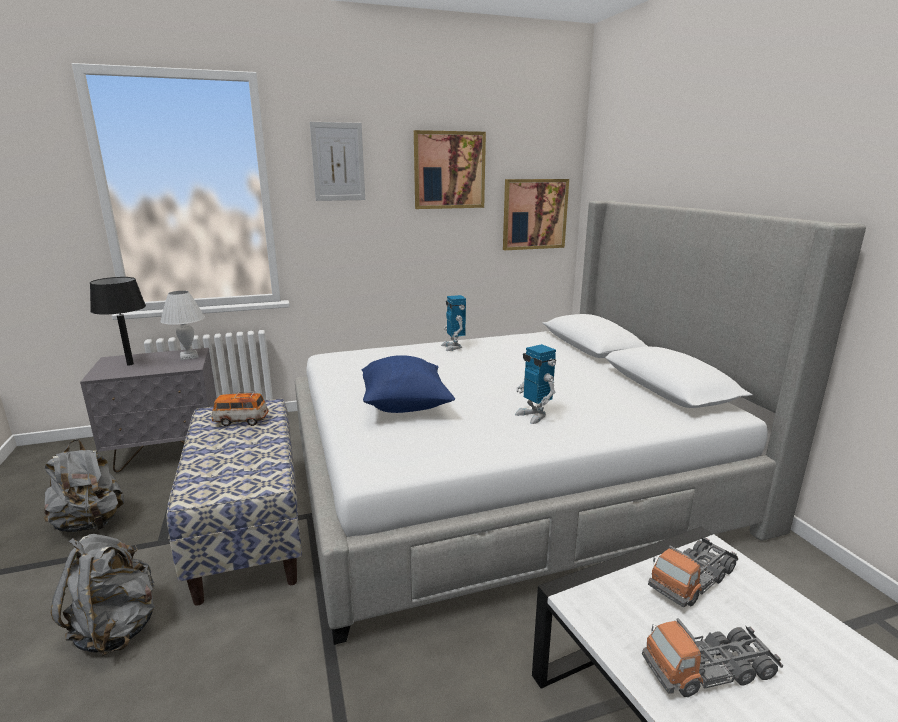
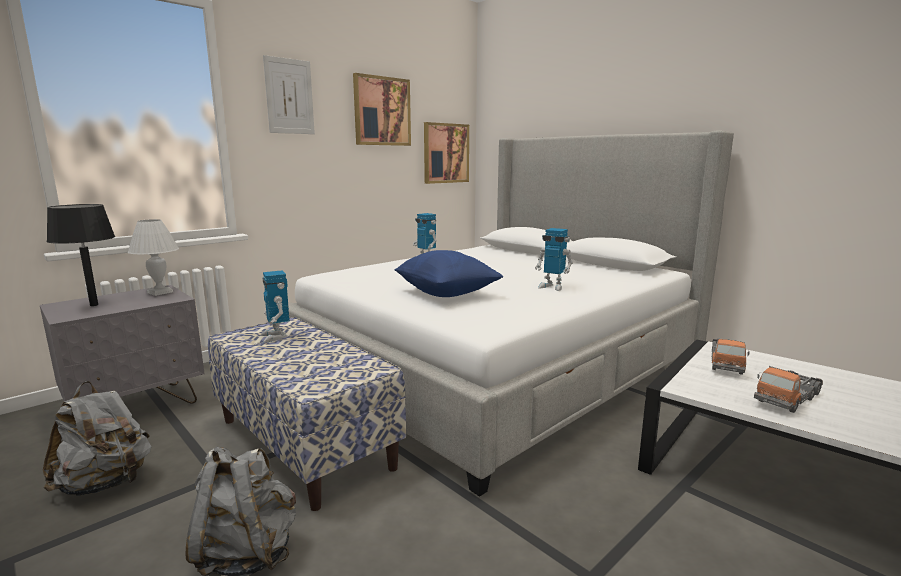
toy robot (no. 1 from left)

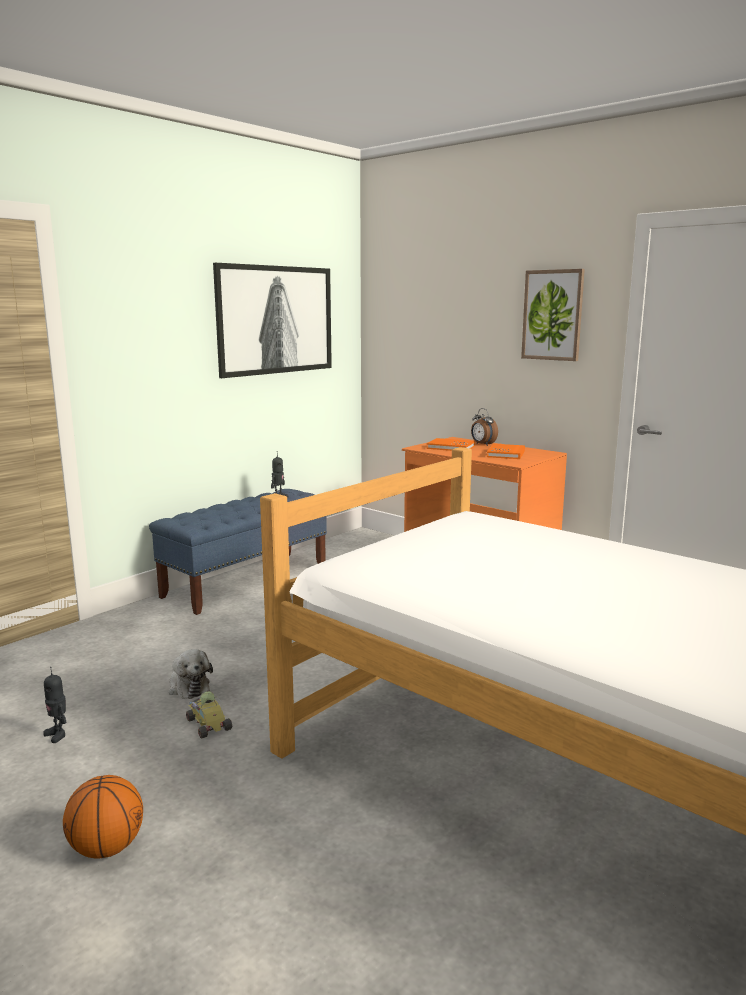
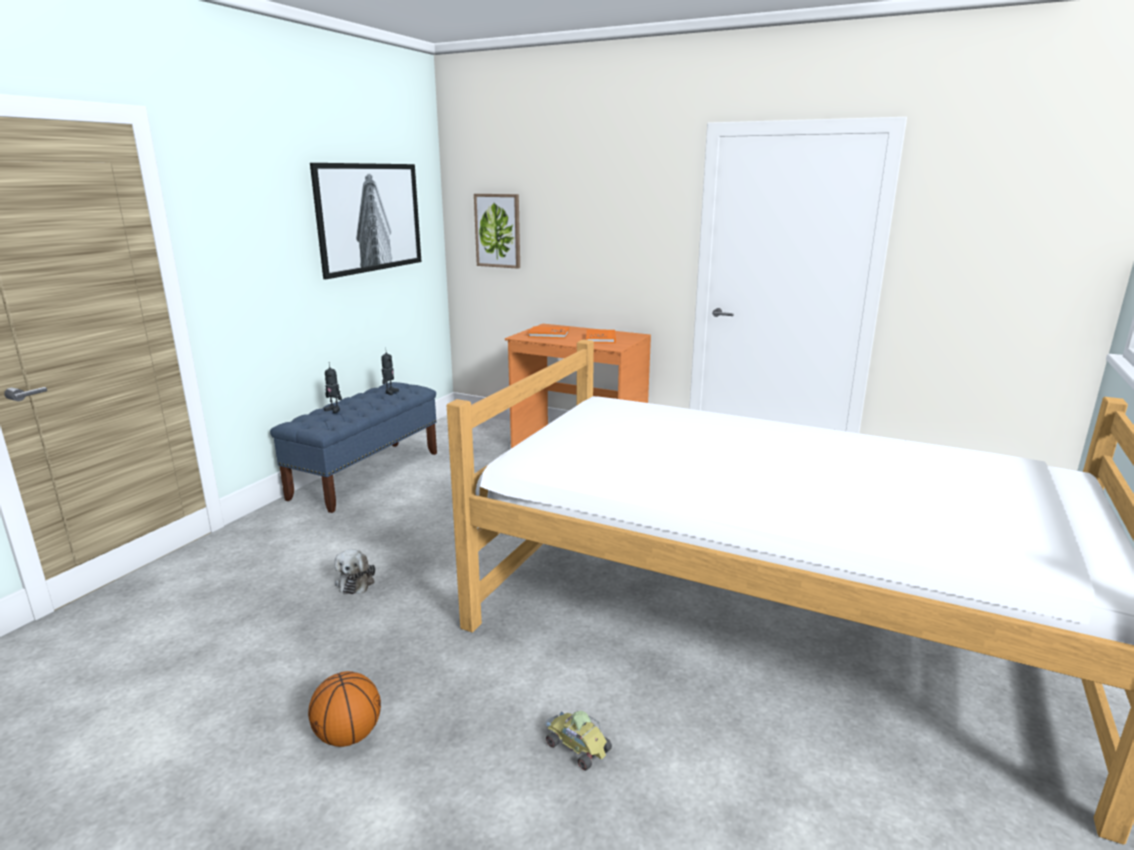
toy robot (no. 1 from left)
plush toy
picture (no. 2 from left)
toy car
alarm clock

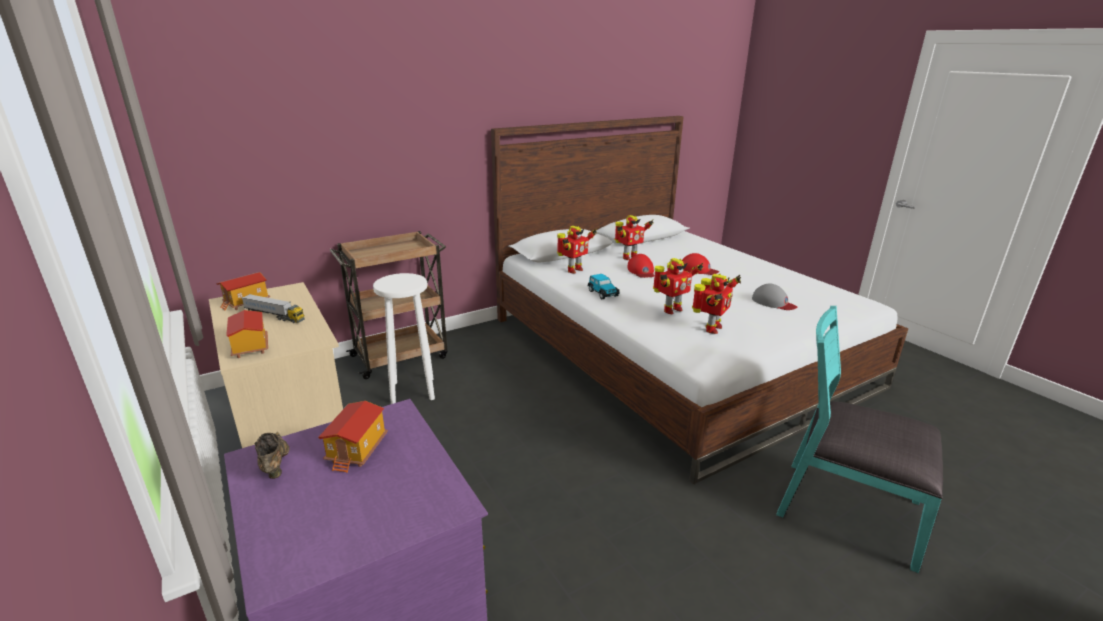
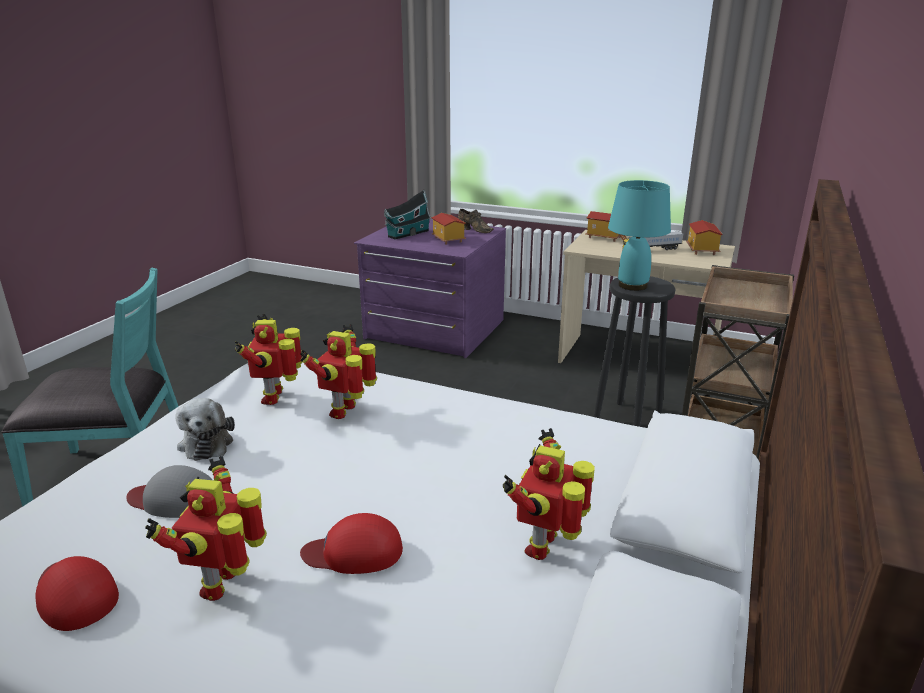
cap (red) (no. 1 from left)
toy robot (no. 1 from left)
plush toy
toy house (no. 1 from left)
stool (black)
table lamp (turquoise)
toy car

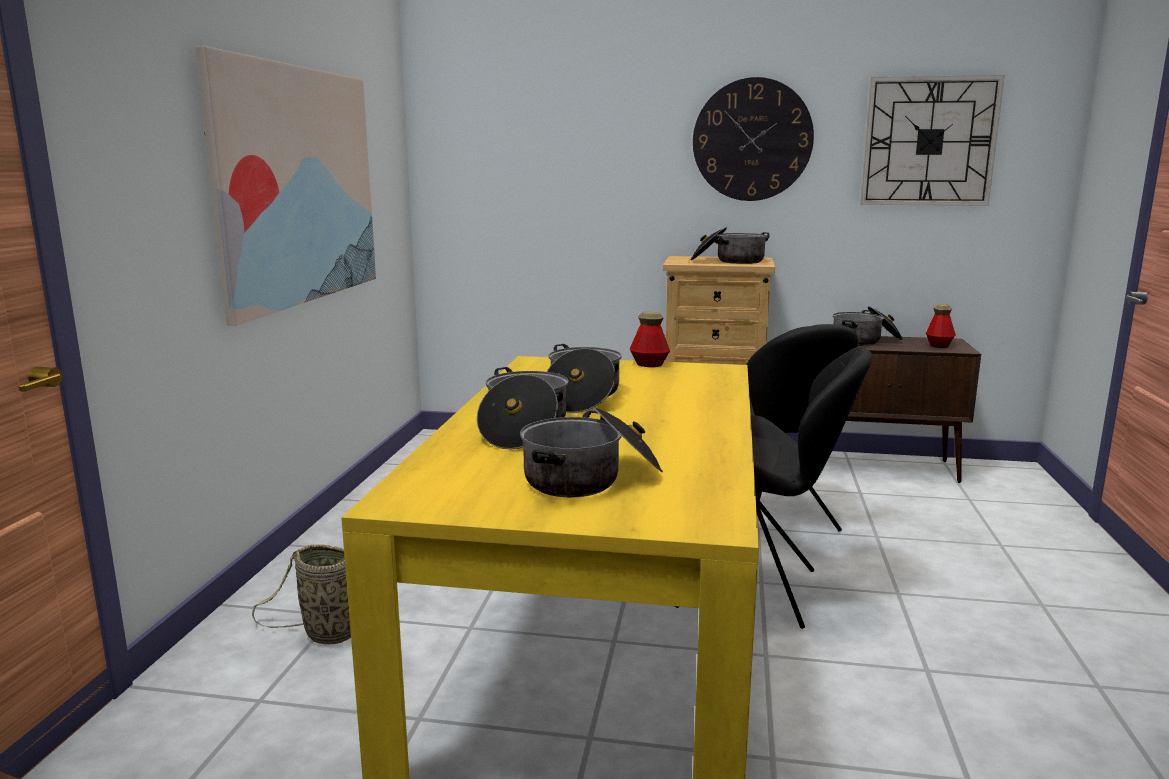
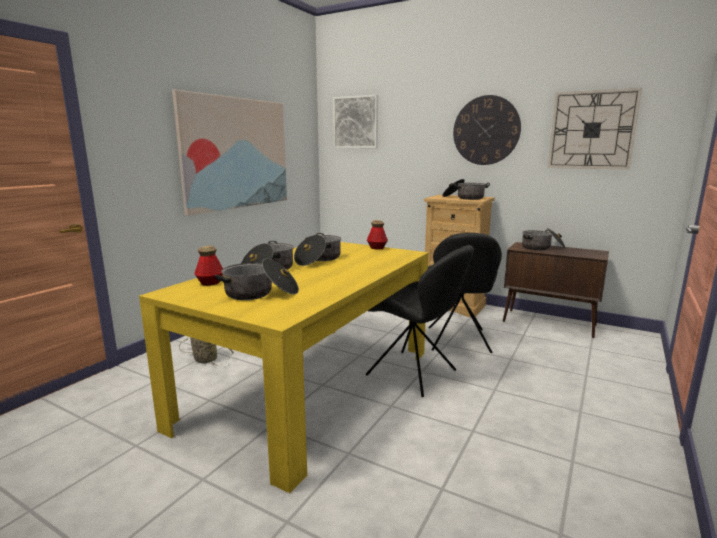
bottle (no. 1 from left)
picture (no. 2 from left)

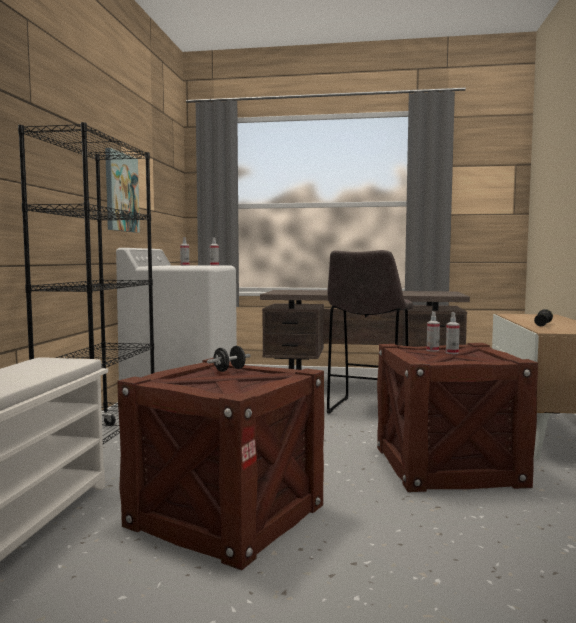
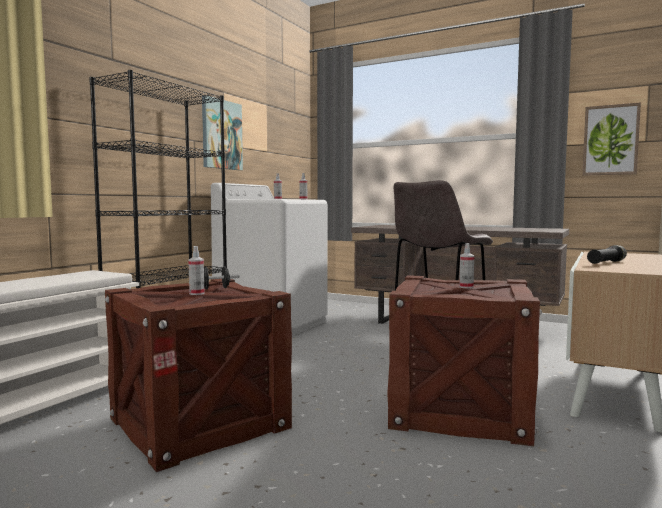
spray bottle (no. 1 from left)
picture (no. 2 from left)

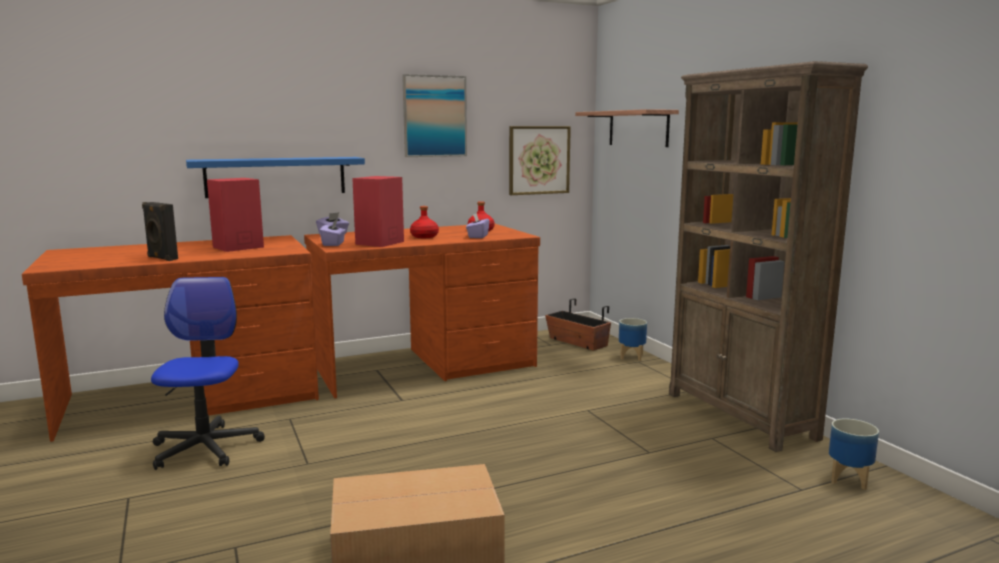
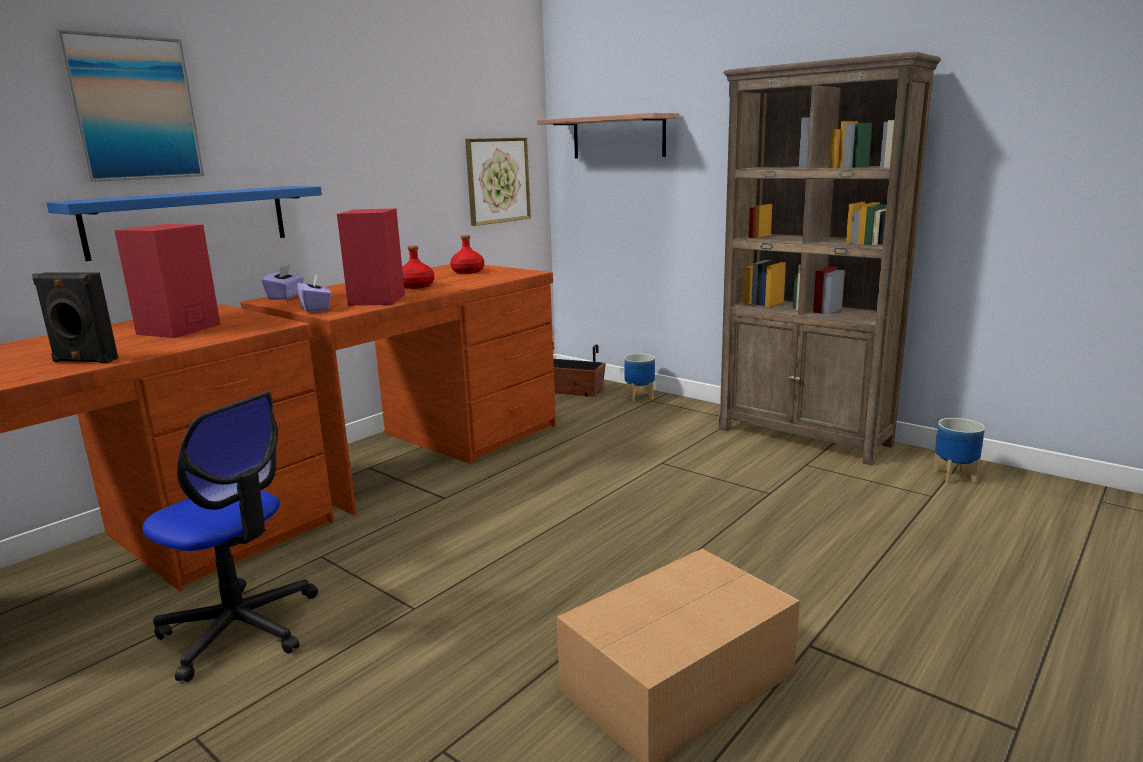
picture (no. 1 from left)
office chair
tissue box (purple) (no. 3 from left in the first image)

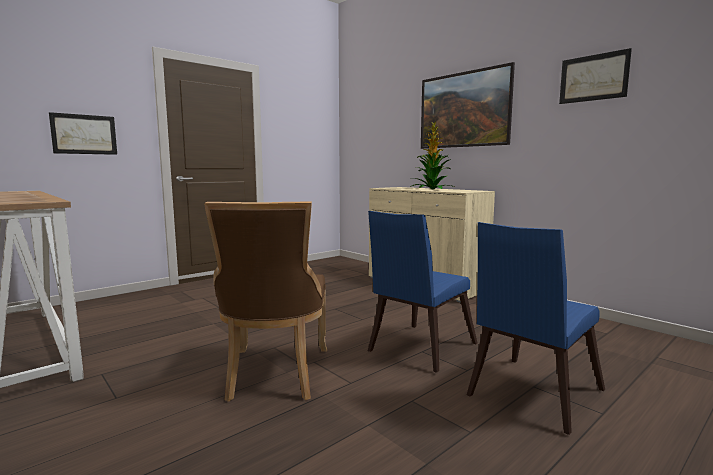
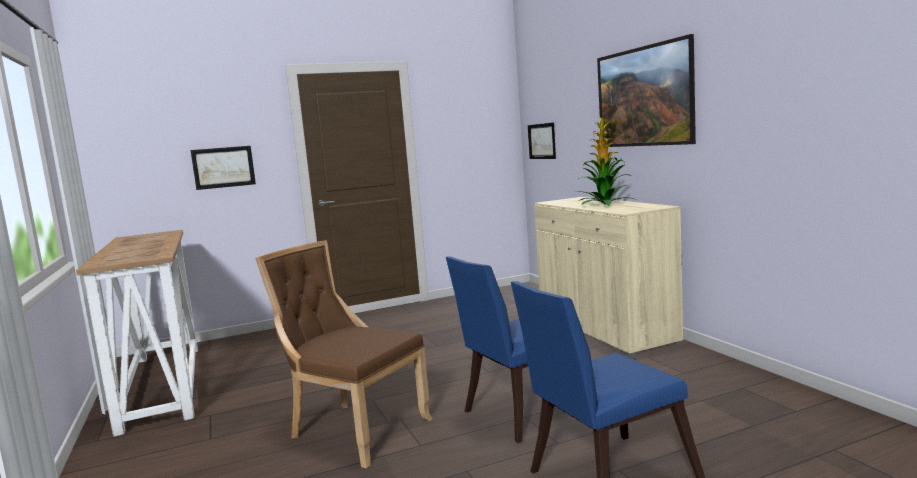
chair (brown)
picture (no. 2 from left)

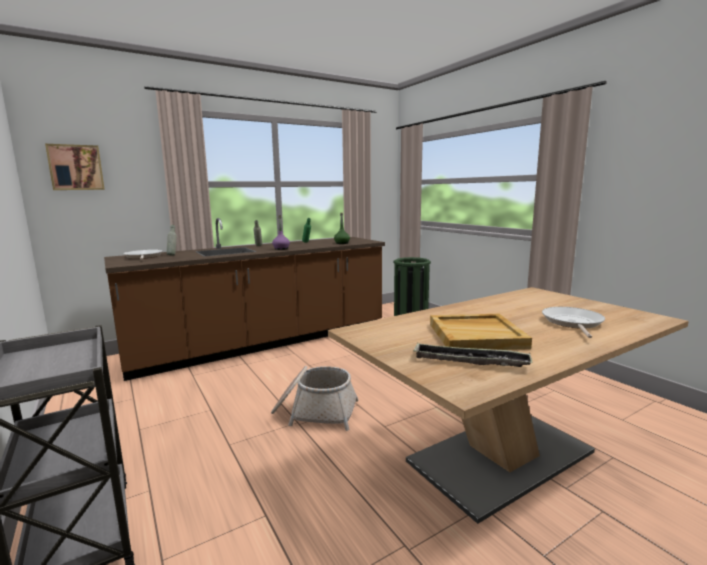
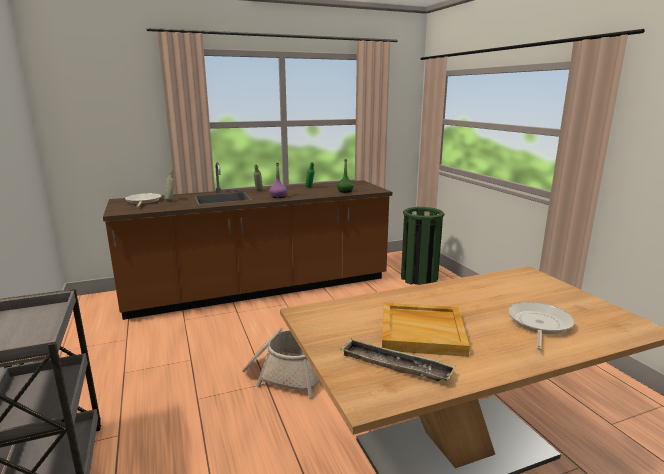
picture

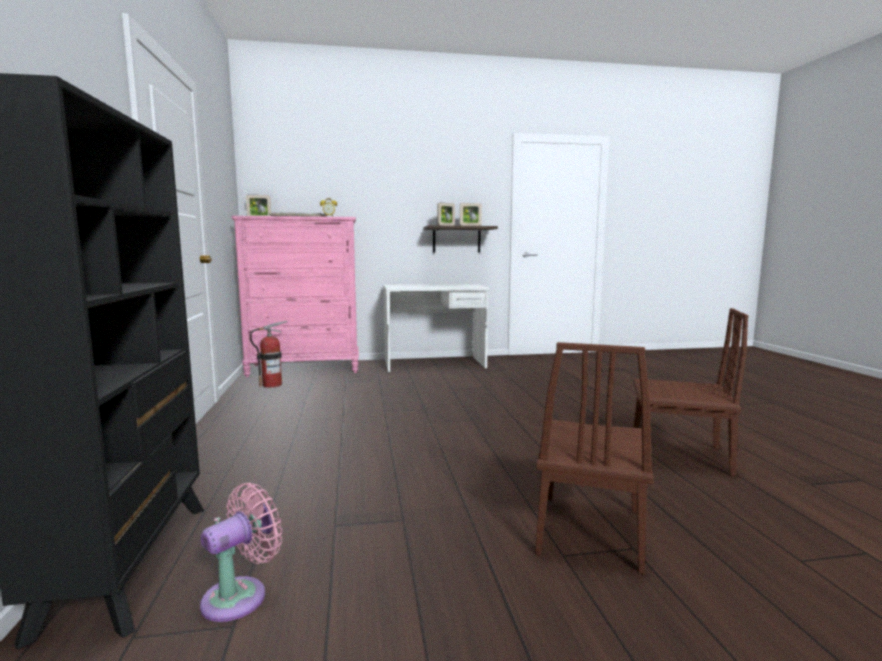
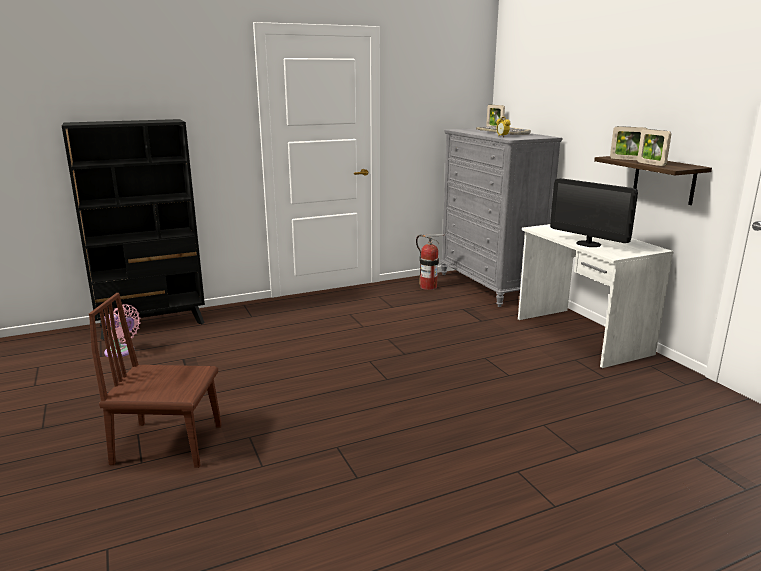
dresser (grey)
monitor
chair (brown) (no. 2 from left in the first image)

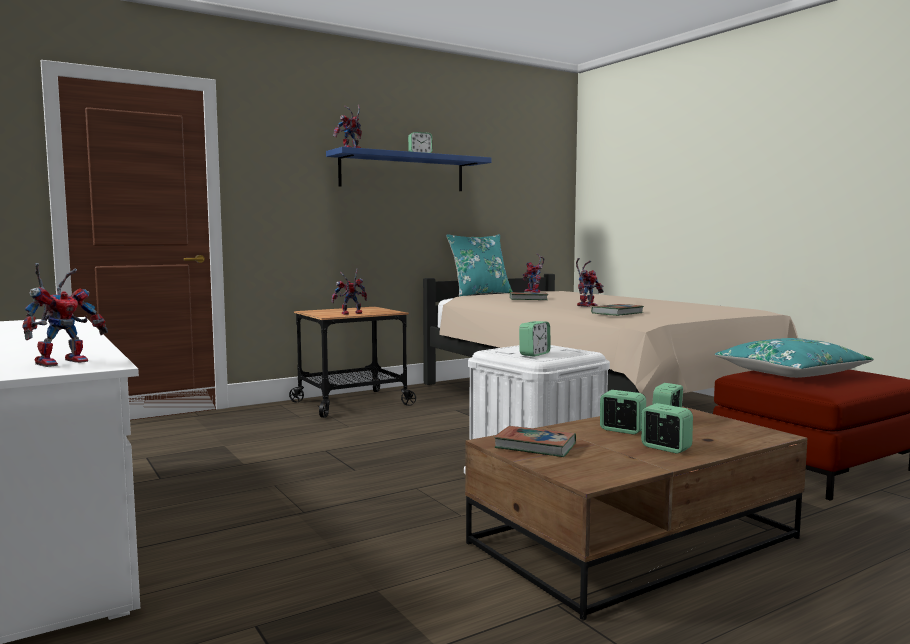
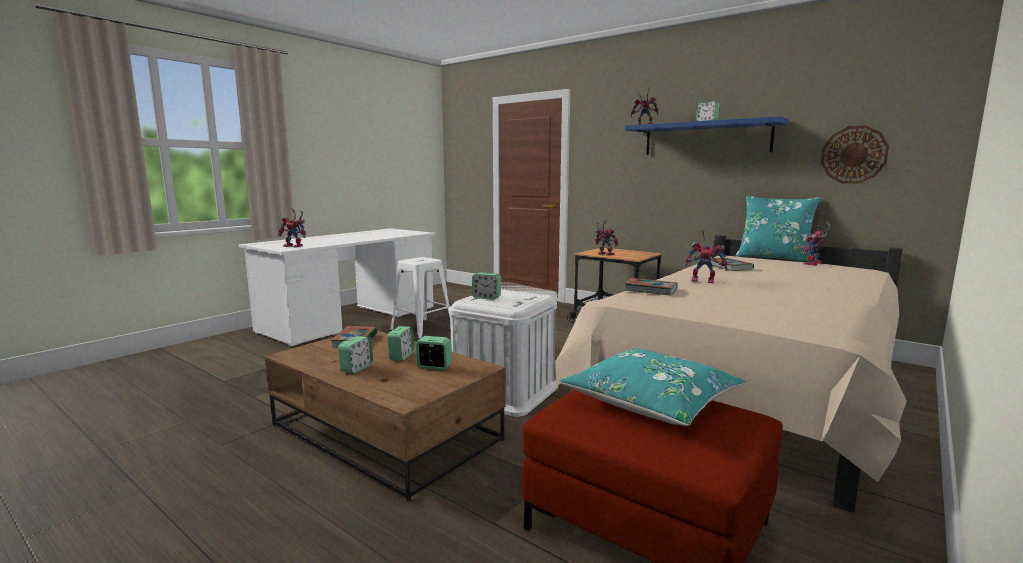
stool (white)
wall clock

